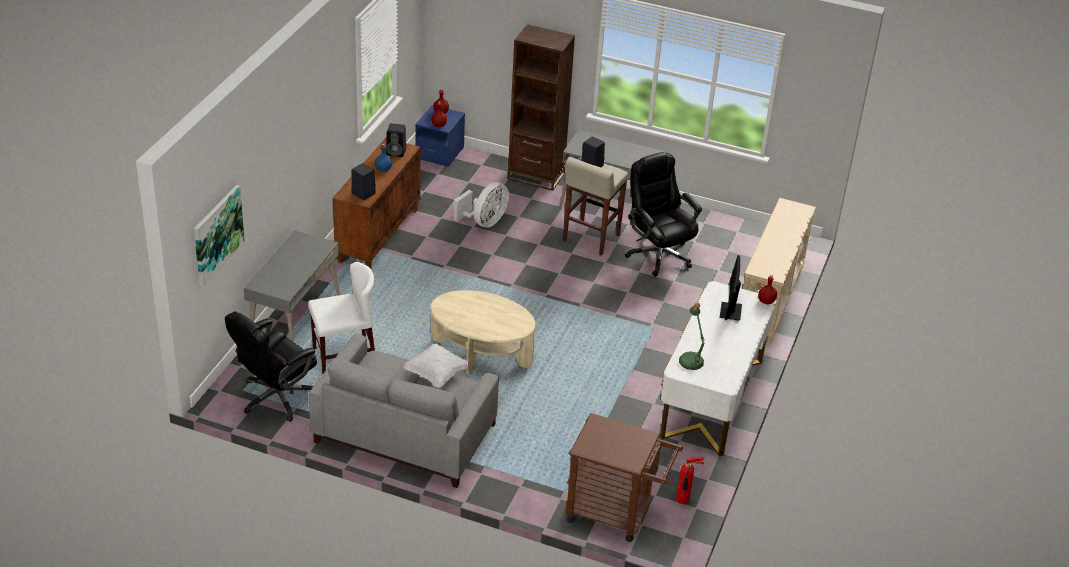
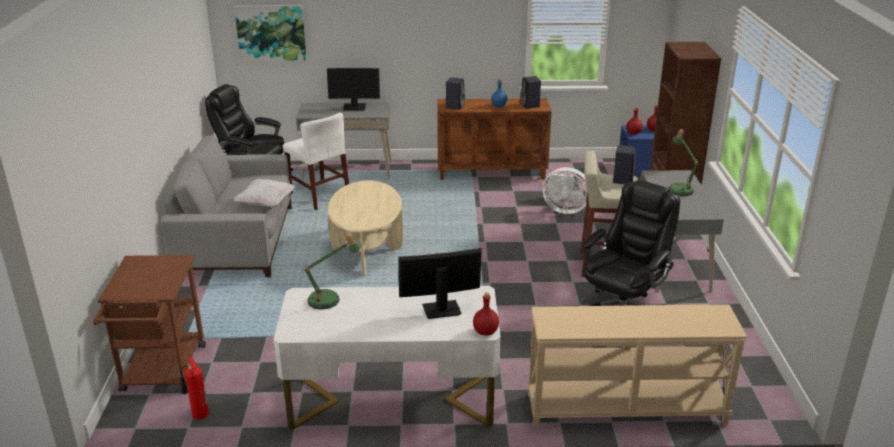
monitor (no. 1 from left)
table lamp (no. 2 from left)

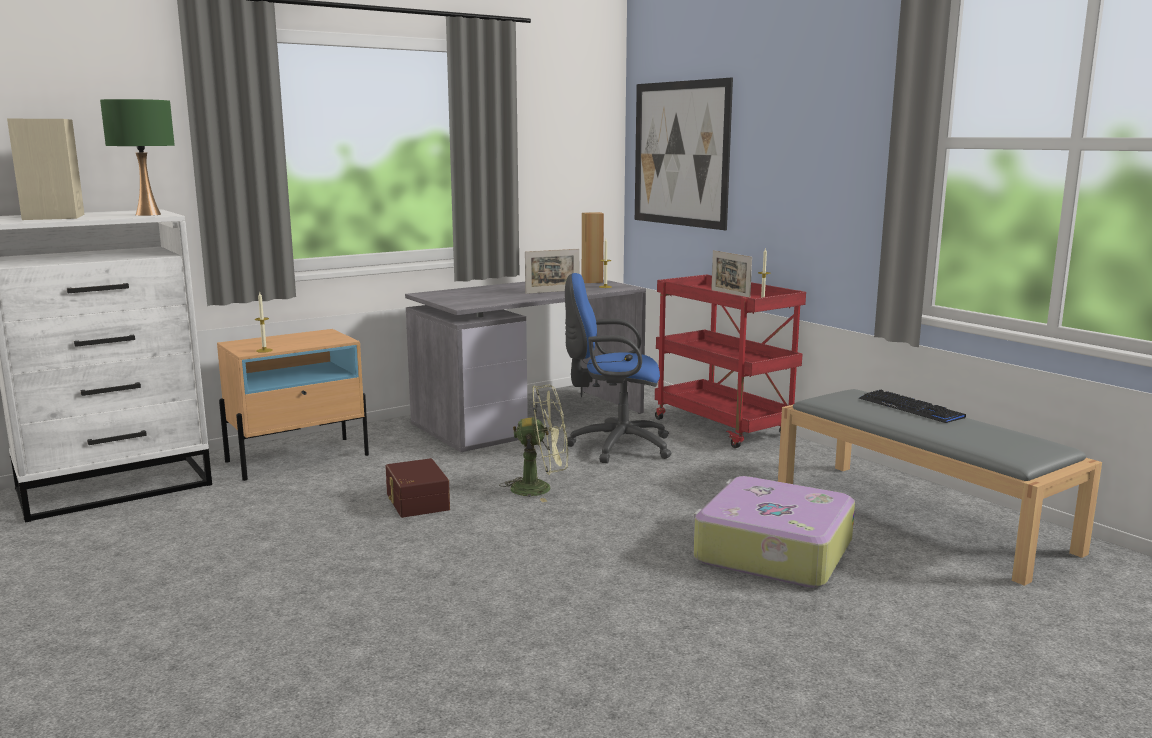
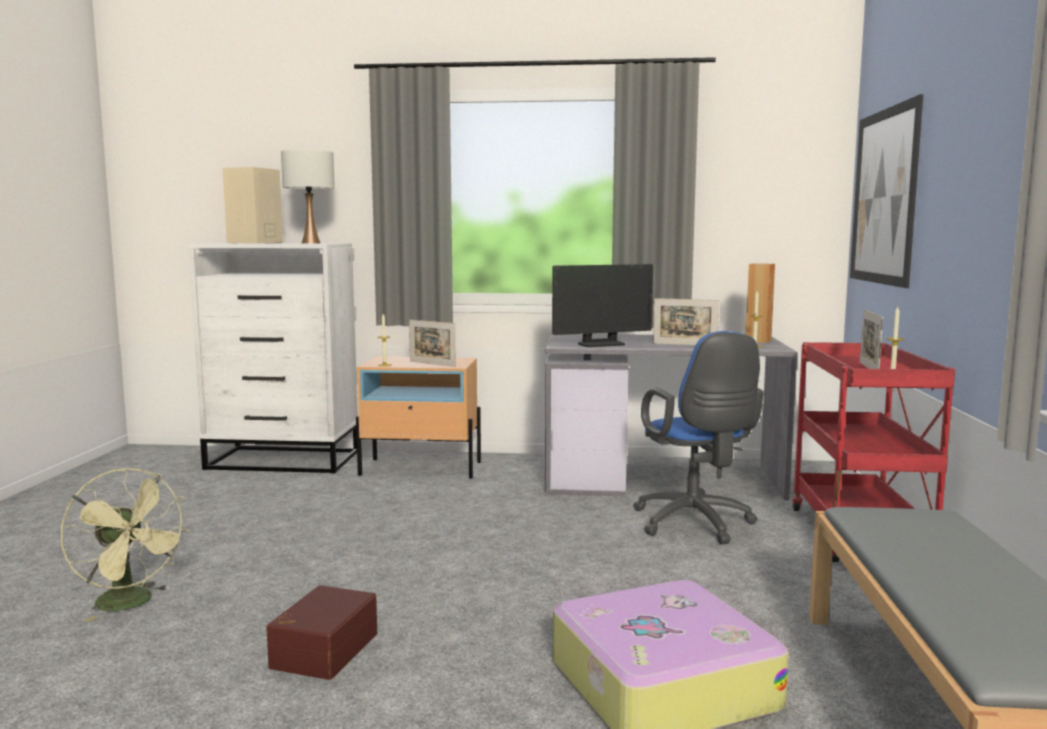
fan (green)
storage box (brown)
table lamp (white)
picture frame (no. 1 from left)
monitor
office chair (blue)
keyboard

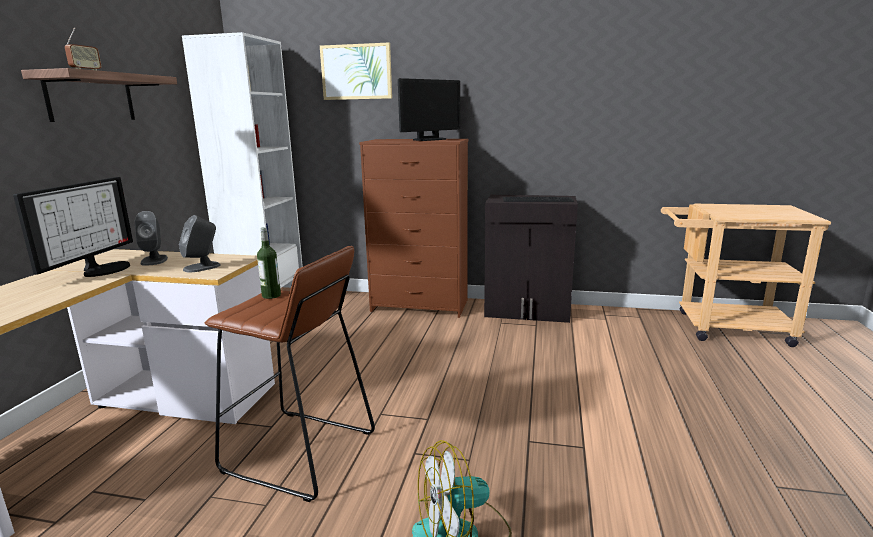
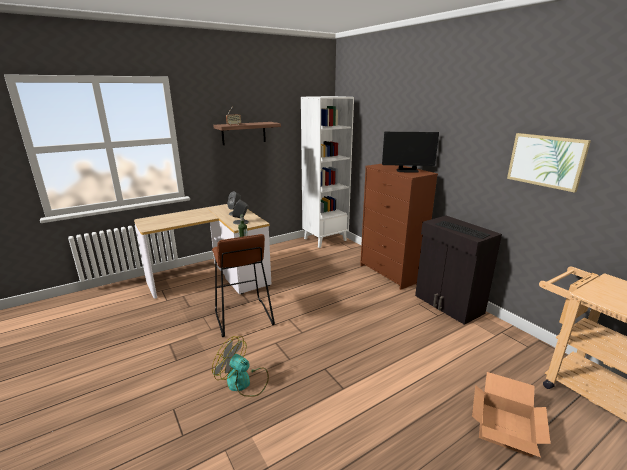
cardboard box
picture
monitor (no. 1 from left in the first image)

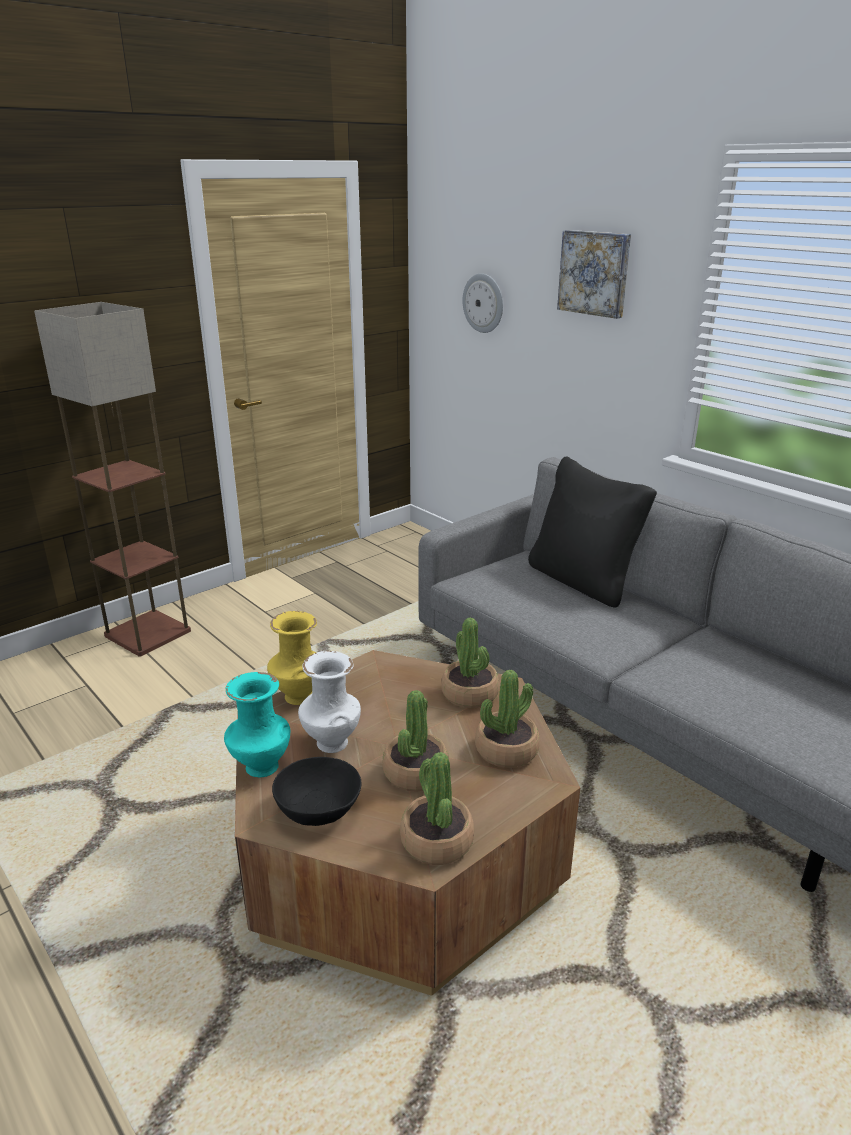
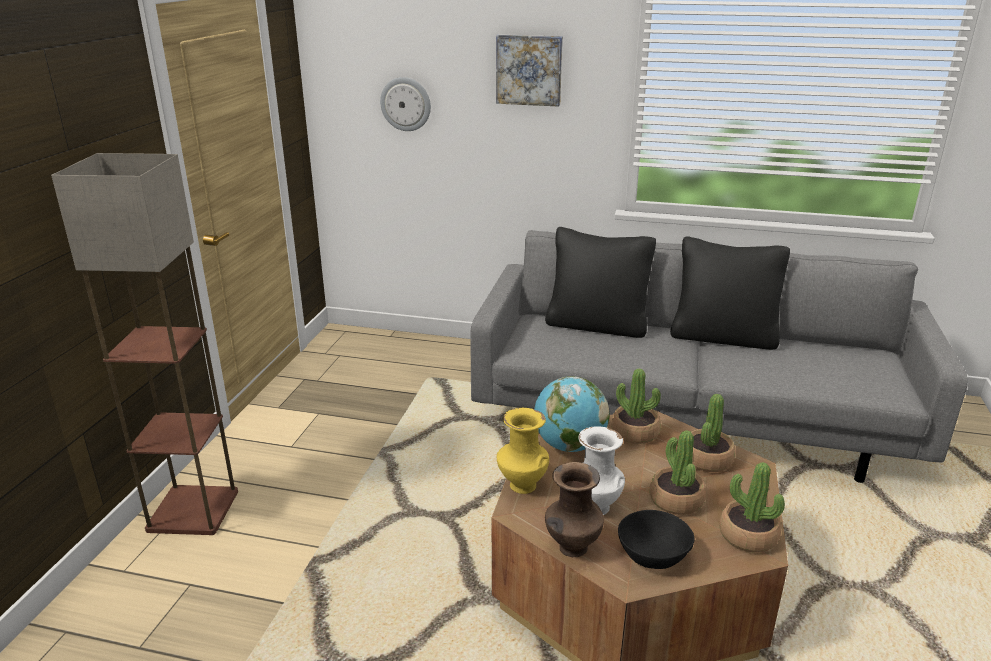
globe
vase (brown)
pillow (black) (no. 2 from left)

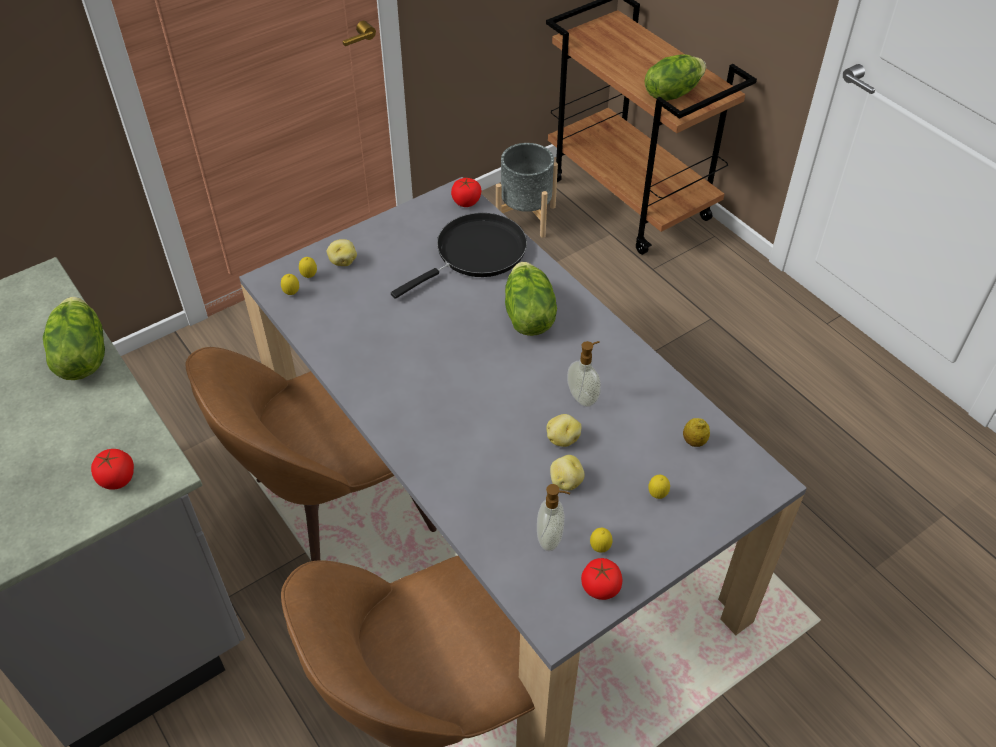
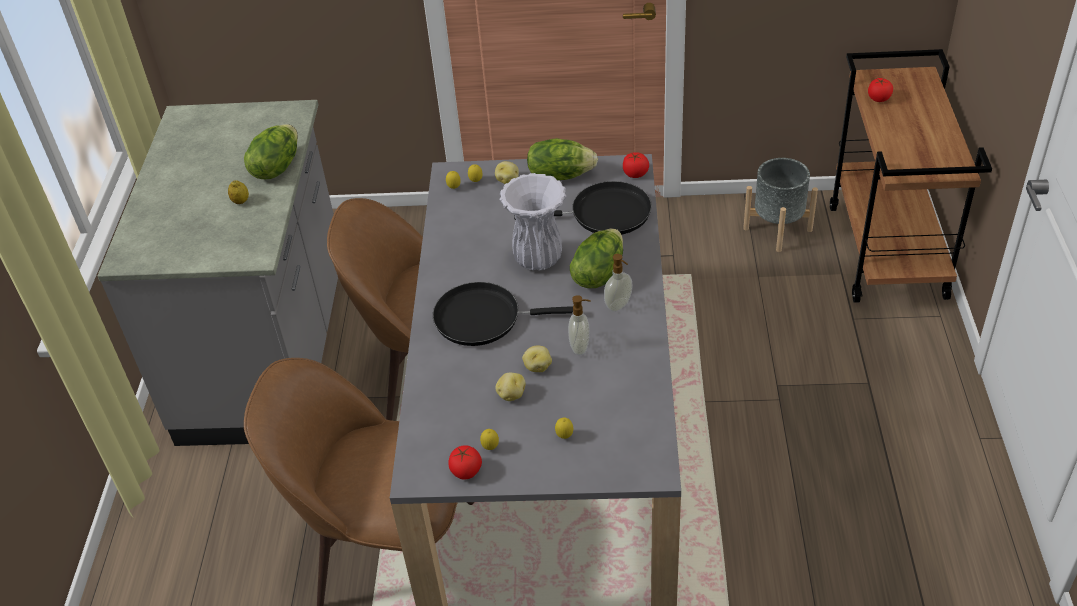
lemon (no. 1 from left)
frying pan (black) (no. 1 from left)
vase (white)
lettuce (no. 2 from left)
soap dispenser (no. 2 from left)
tomato (no. 3 from left)

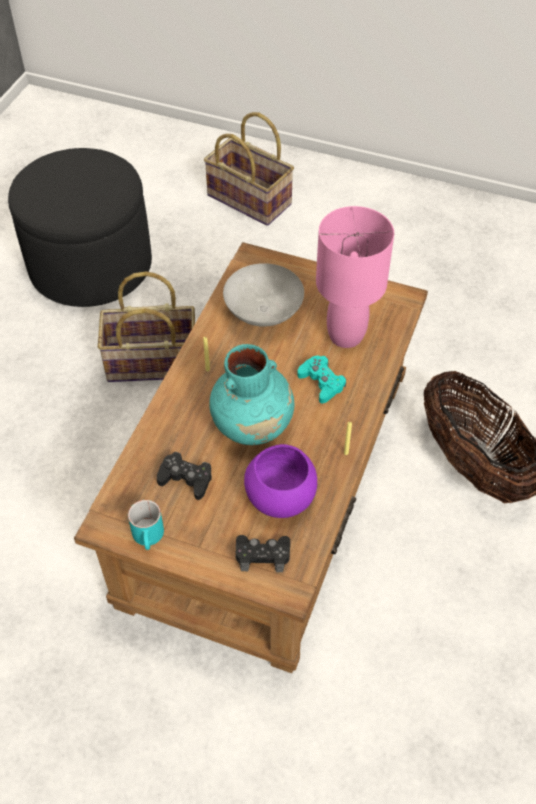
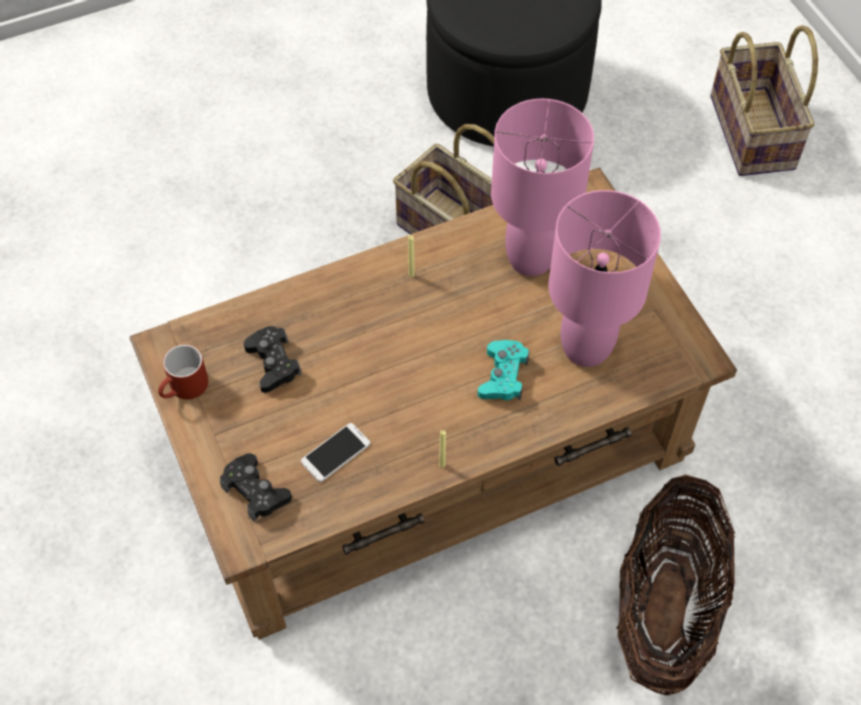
mug (red)
phone
table lamp (pink) (no. 1 from left)
vase (turquoise)

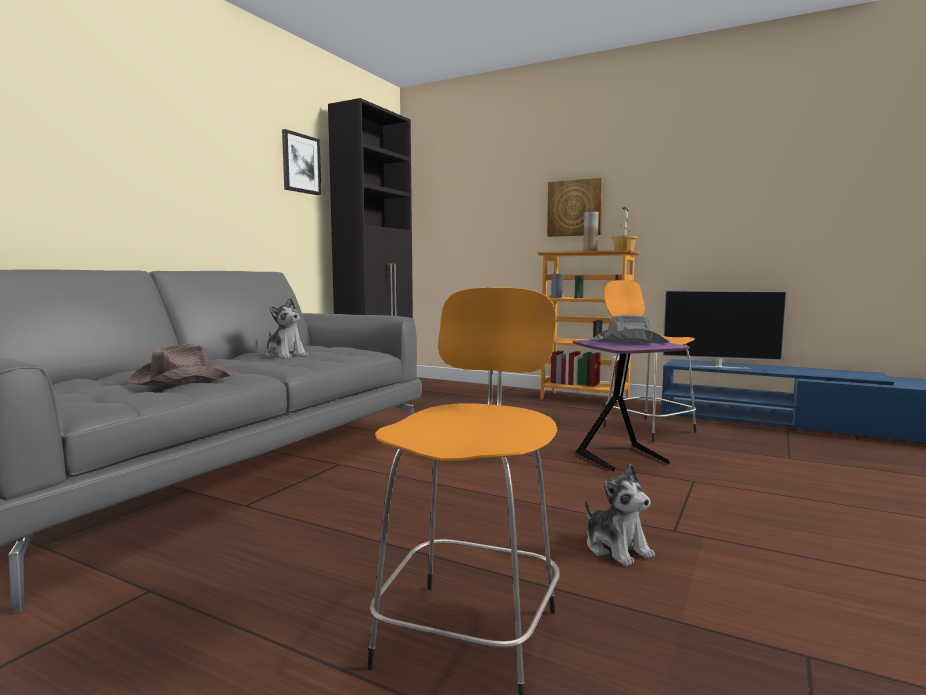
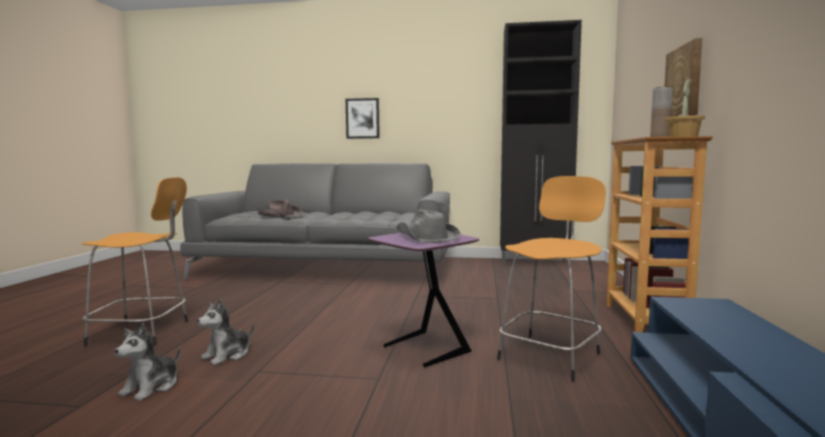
plush toy (no. 1 from left)
picture (no. 1 from left)
television

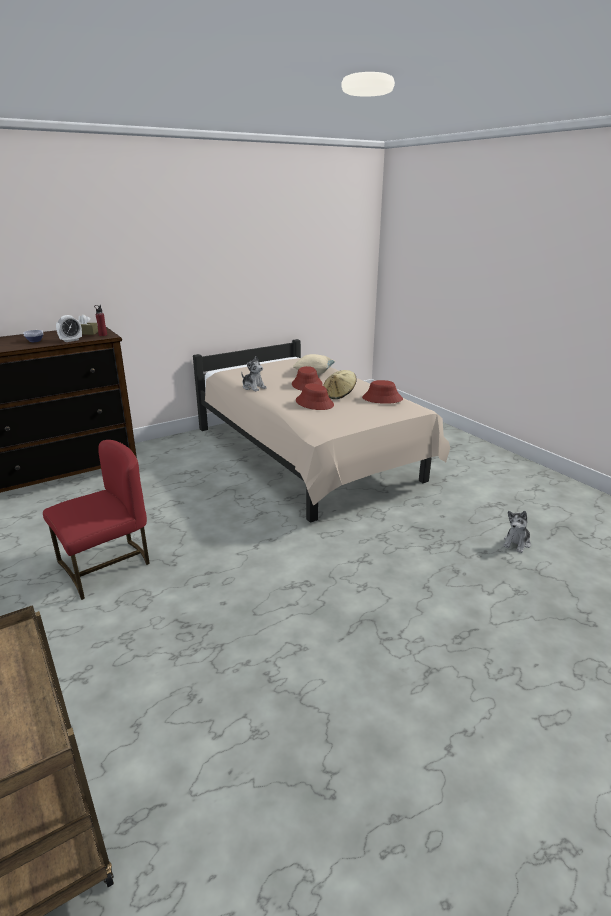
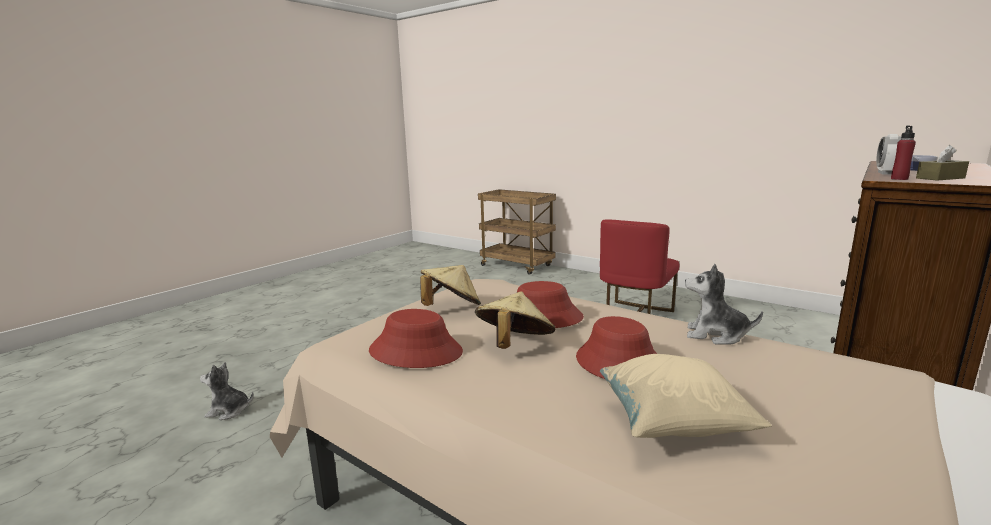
plush toy (no. 1 from left)
hat (beige) (no. 1 from left)

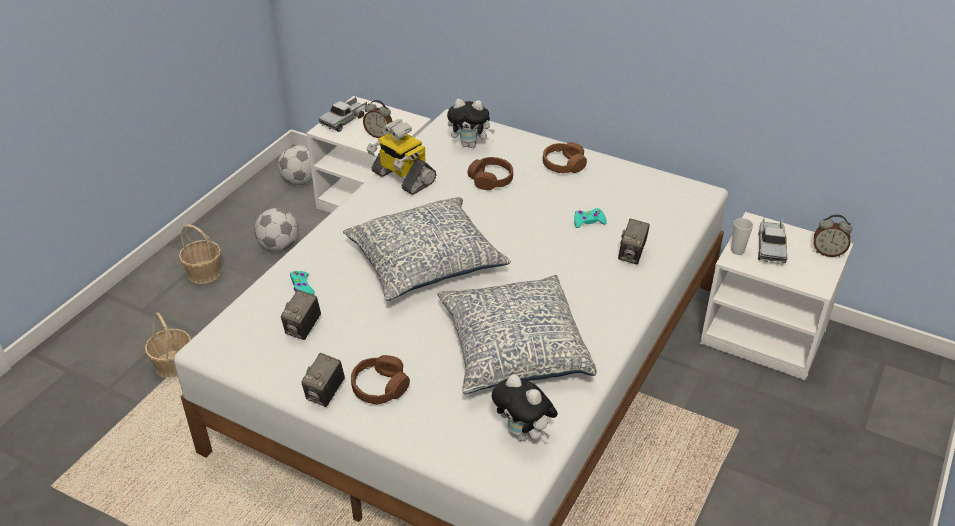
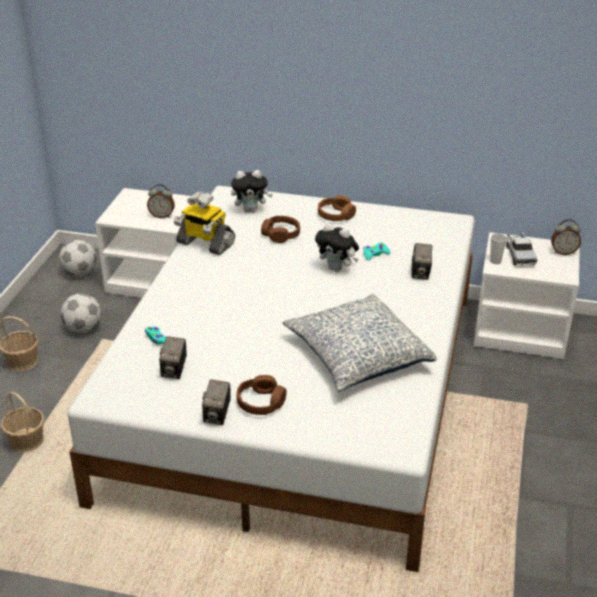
plush toy (no. 2 from left)
toy truck (no. 1 from left in the first image)
pillow (no. 1 from left in the first image)

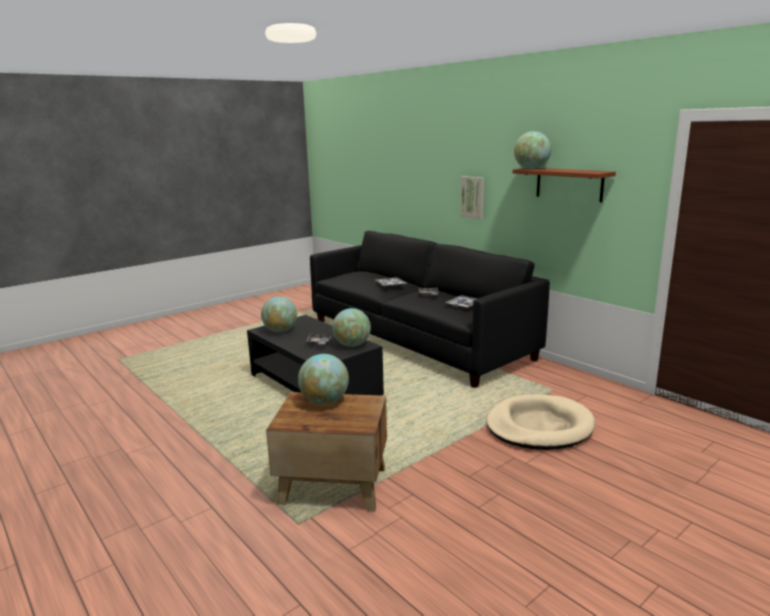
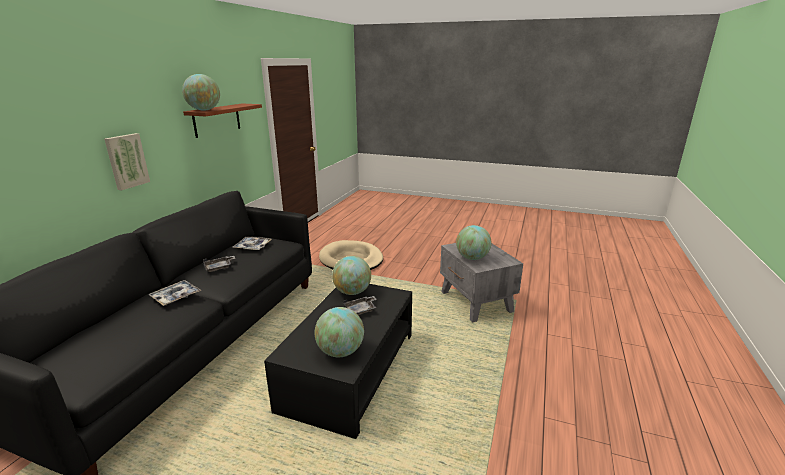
side table (grey)

